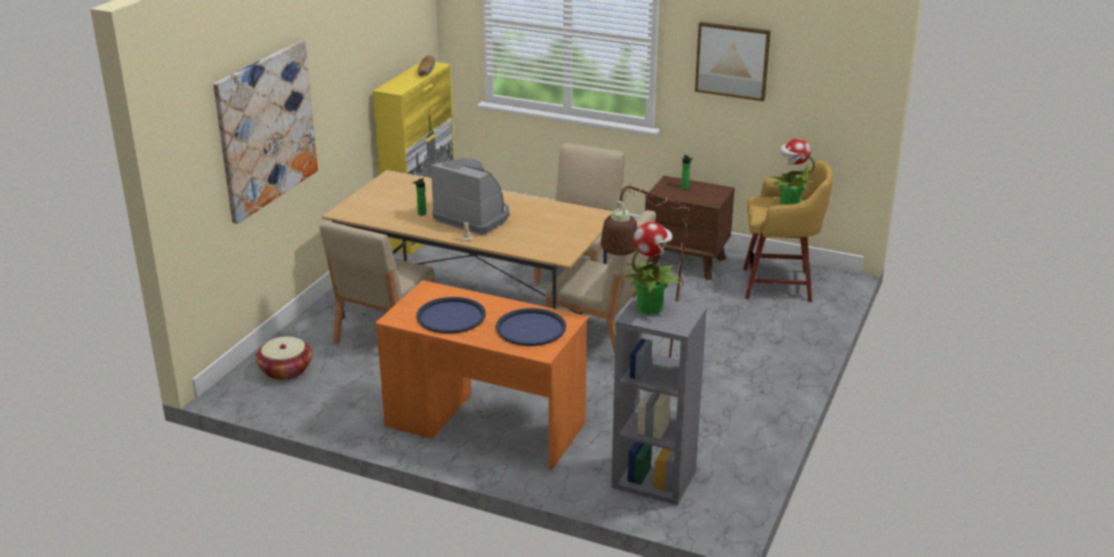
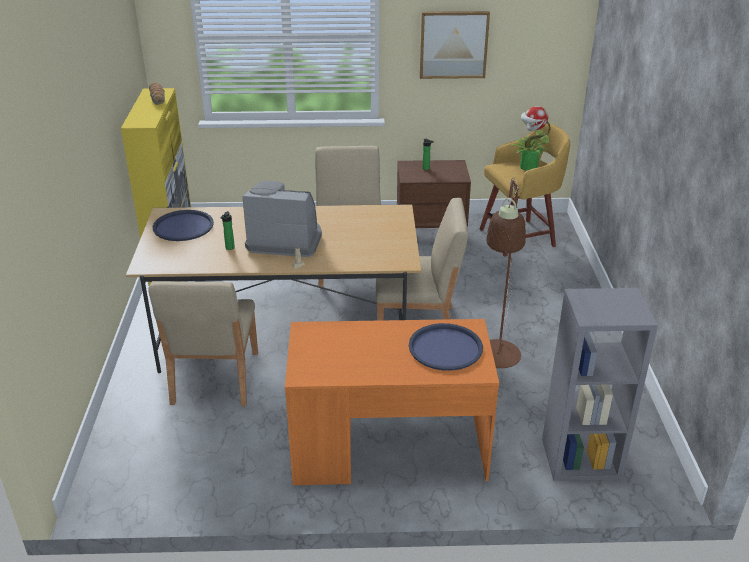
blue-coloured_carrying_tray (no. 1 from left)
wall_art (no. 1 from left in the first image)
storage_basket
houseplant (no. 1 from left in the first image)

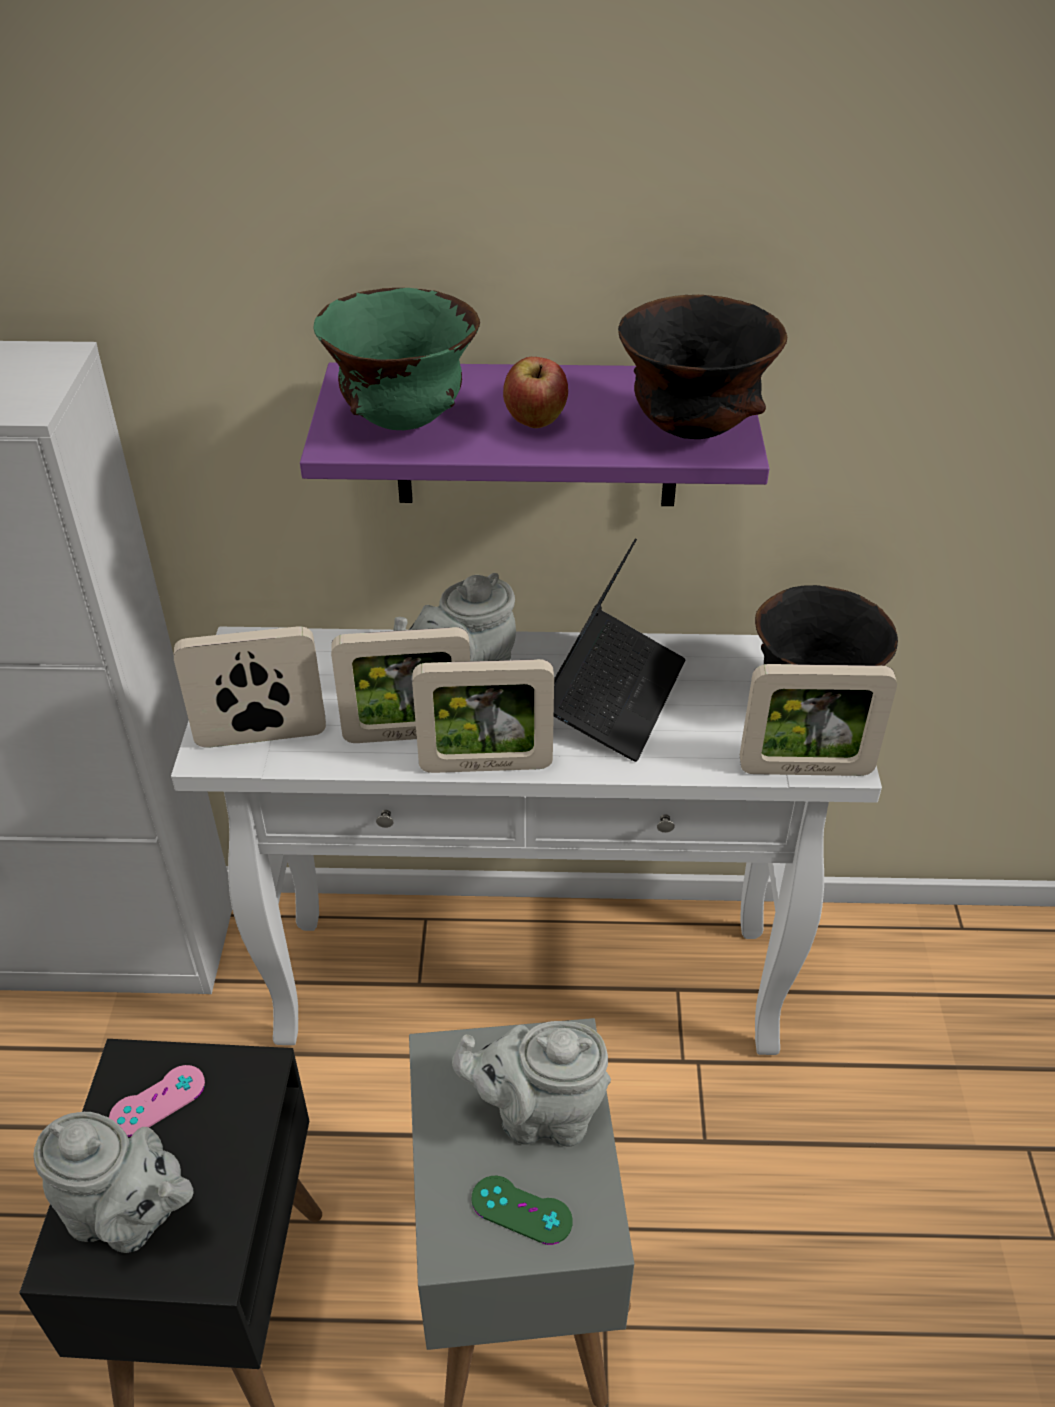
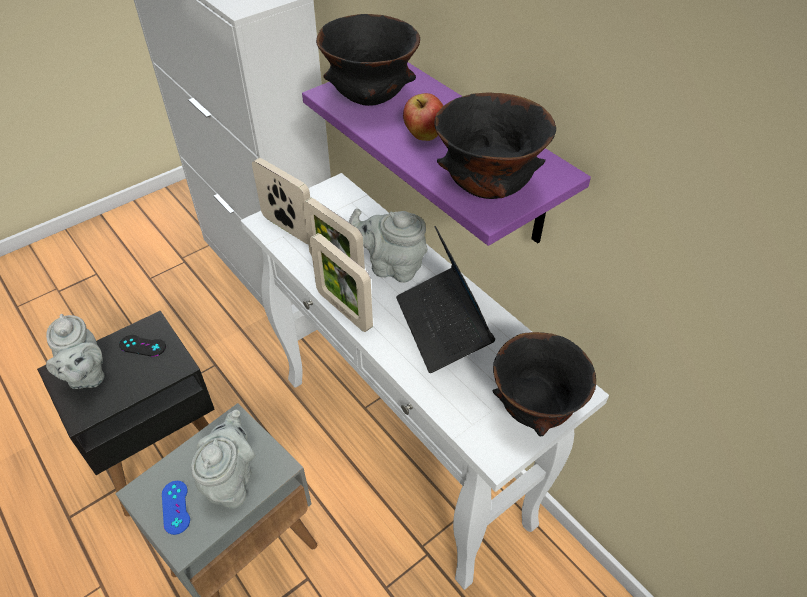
black-coloured_joypad
blue-coloured_joypad
gray_tea_pot (no. 2 from left)
black-coloured_deep_dish (no. 1 from left)
laptop
photo_frame (no. 4 from left in the first image)

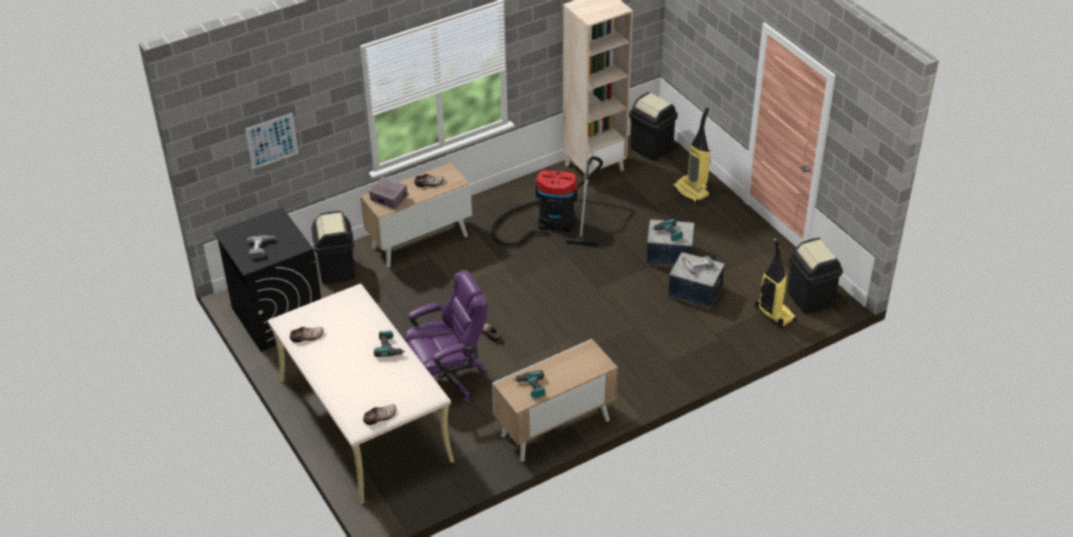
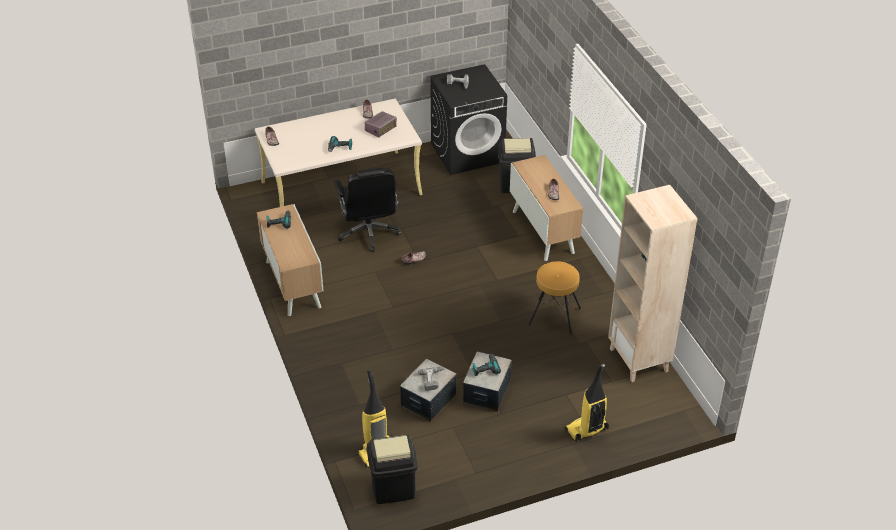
black-coloured_office_chair
radio
brownish_stool
wall_art
black-coloured_rubbish_bin (no. 2 from left in the first image)

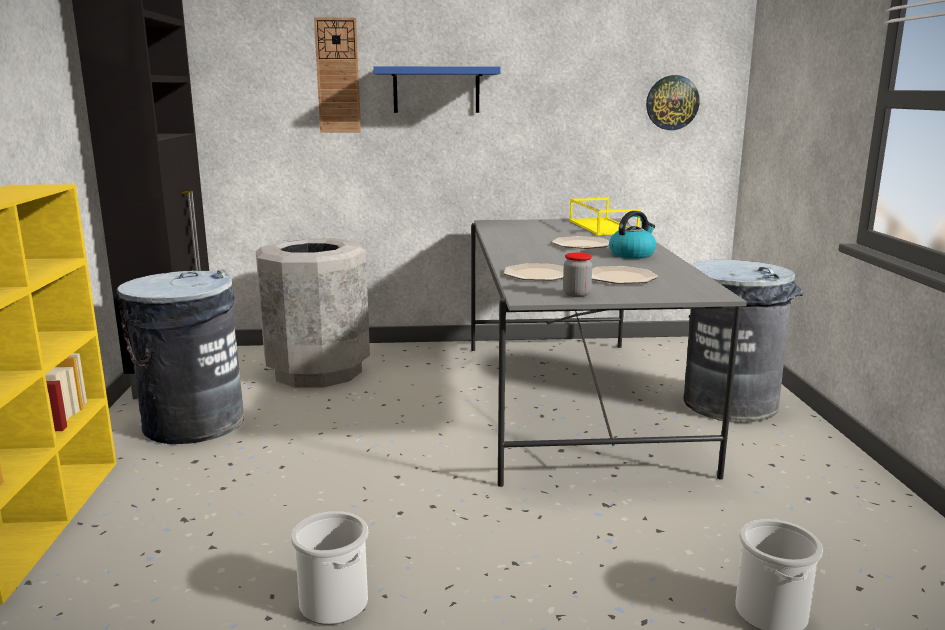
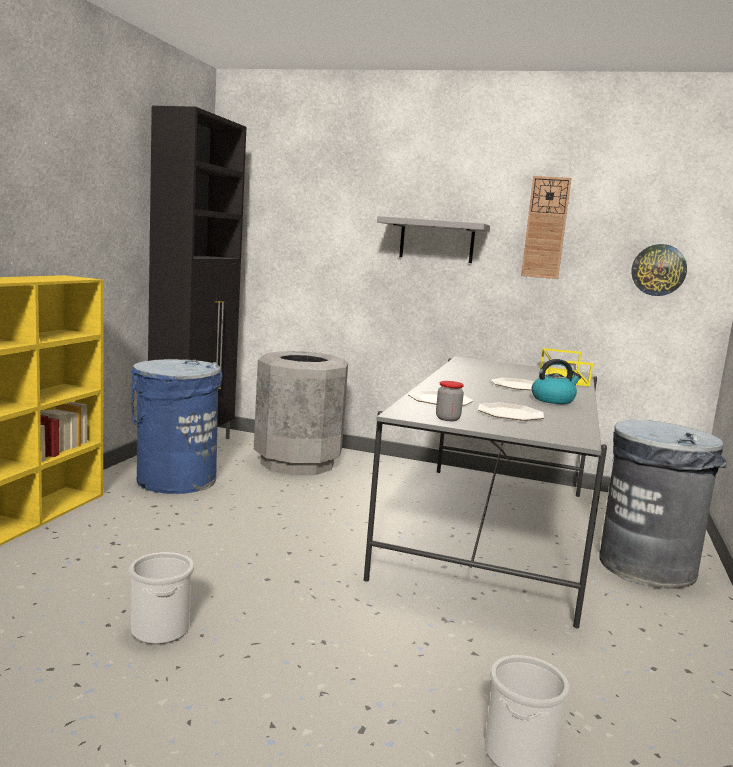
blue-coloured_rubbish_bin
gray_wall_shelf
clock_on_the_wall (no. 1 from left)

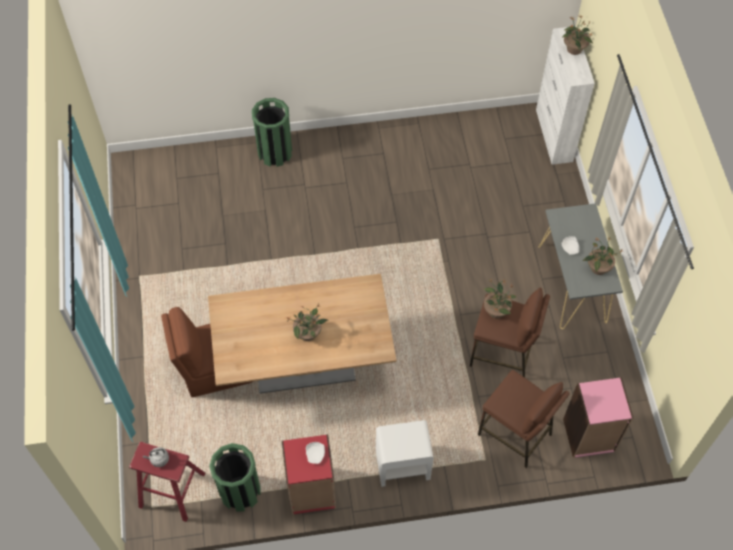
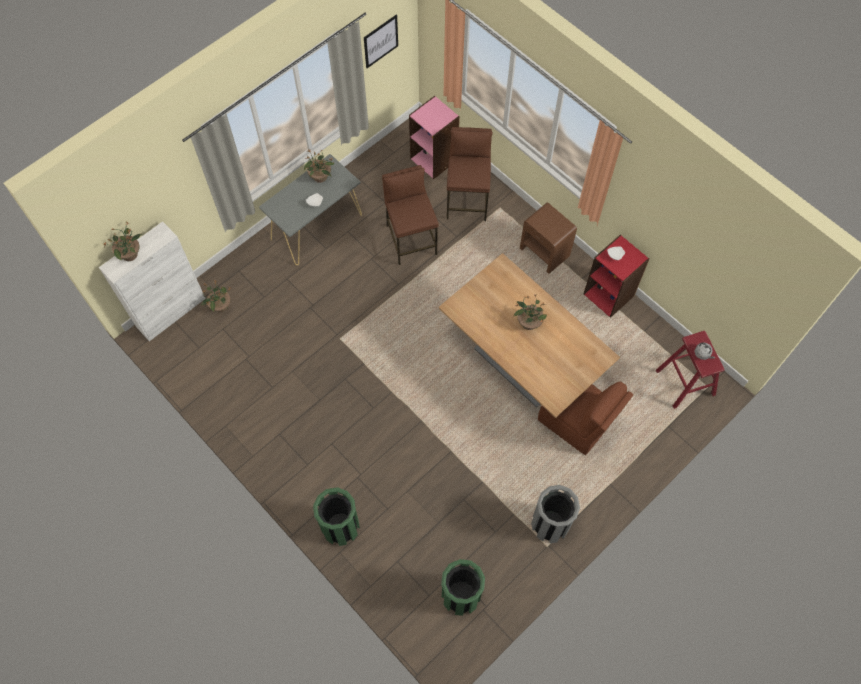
houseplant (no. 2 from left)
wall_art
green_rubbish_bin (no. 2 from left)
brownish_night_table
gray_rubbish_bin

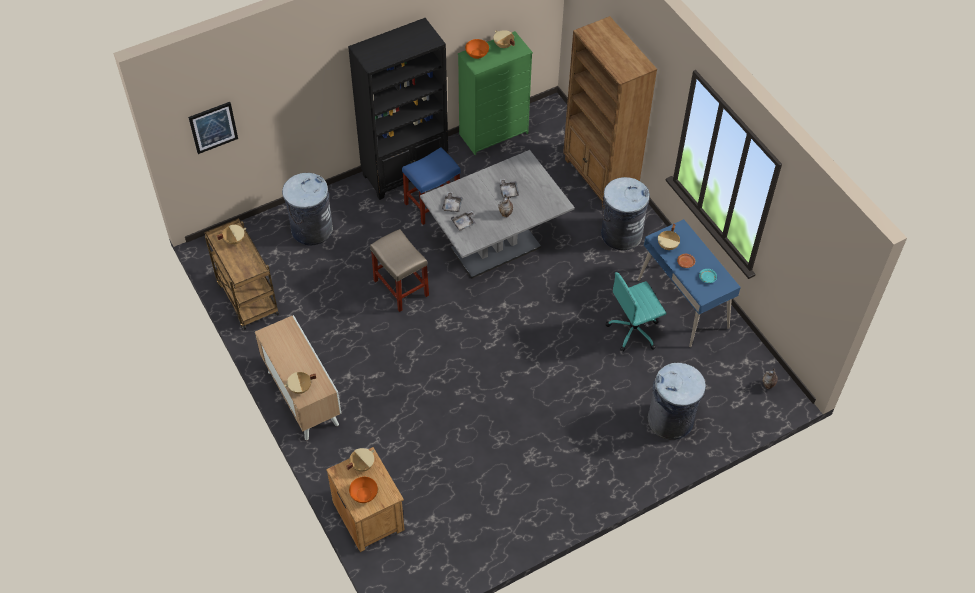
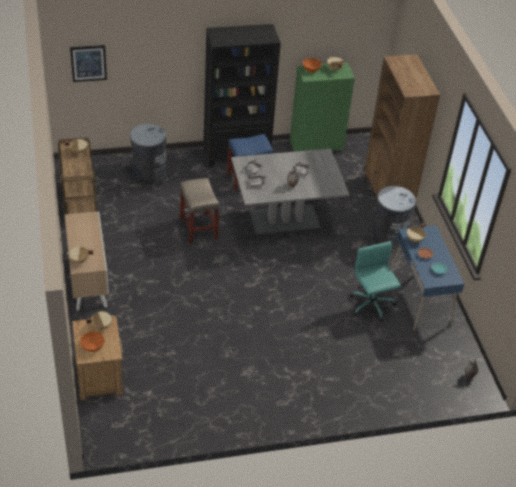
turquoise-coloured_office_chair
gray_rubbish_bin (no. 3 from left in the first image)

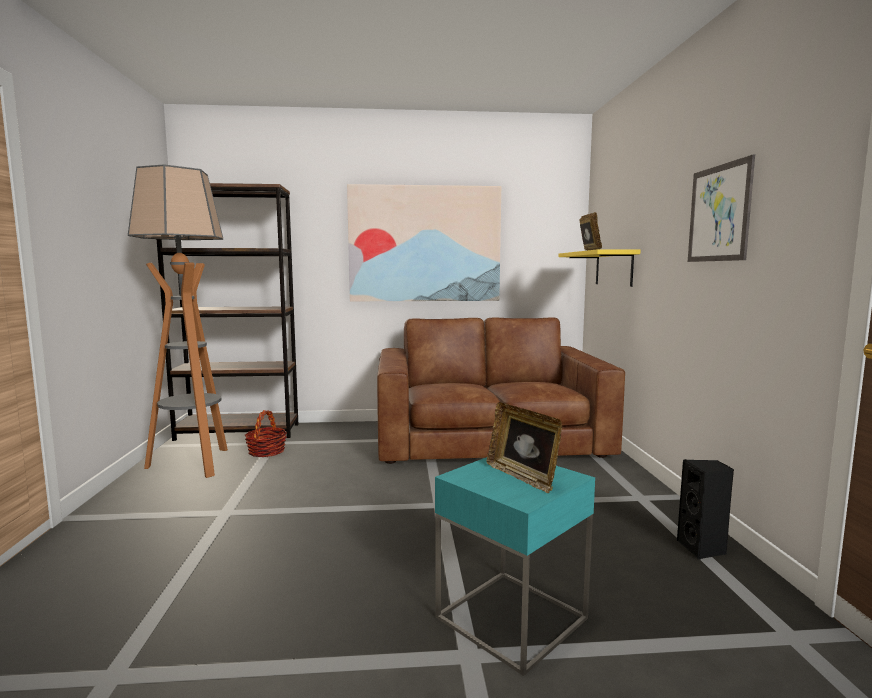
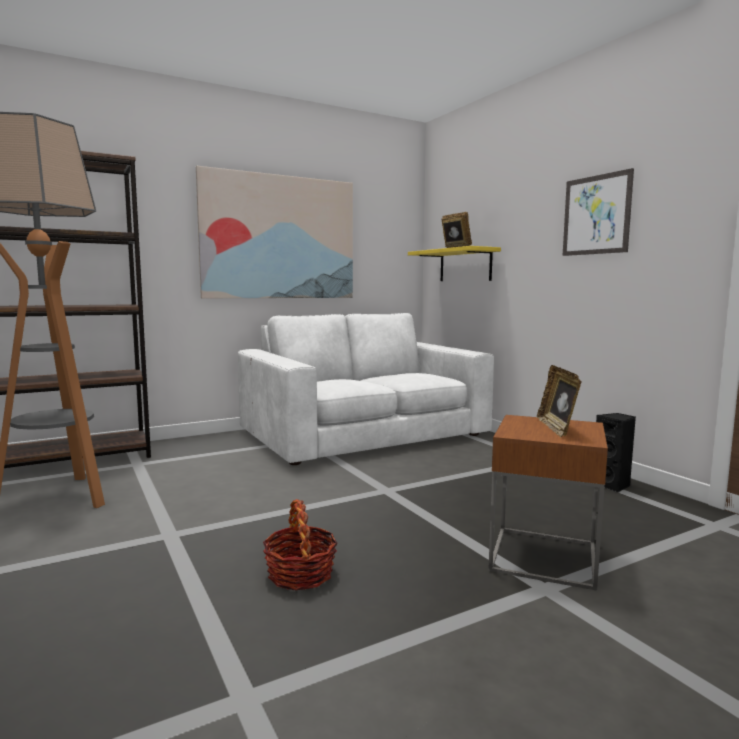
whitish_settee
storage_basket
brownish_side_table
photo_frame (no. 2 from left)

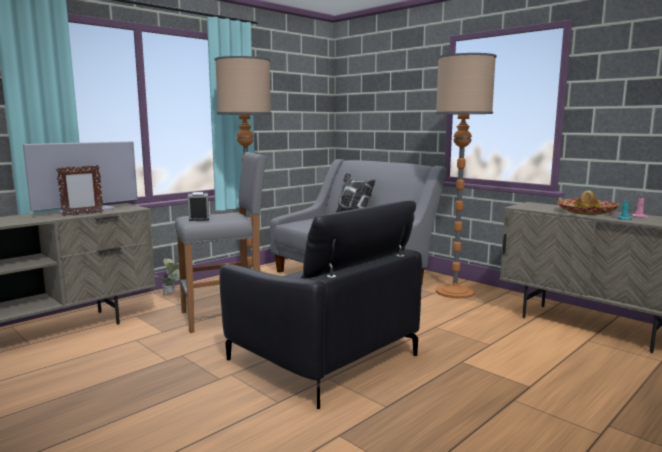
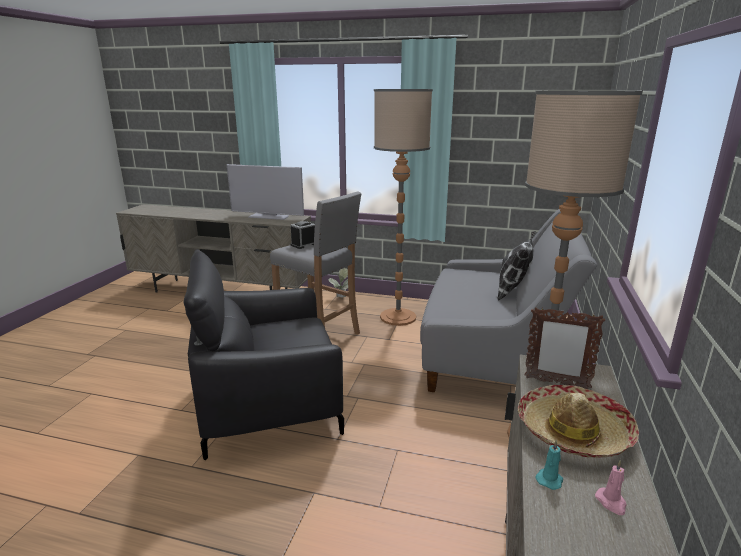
black-coloured_armchair
photo_frame

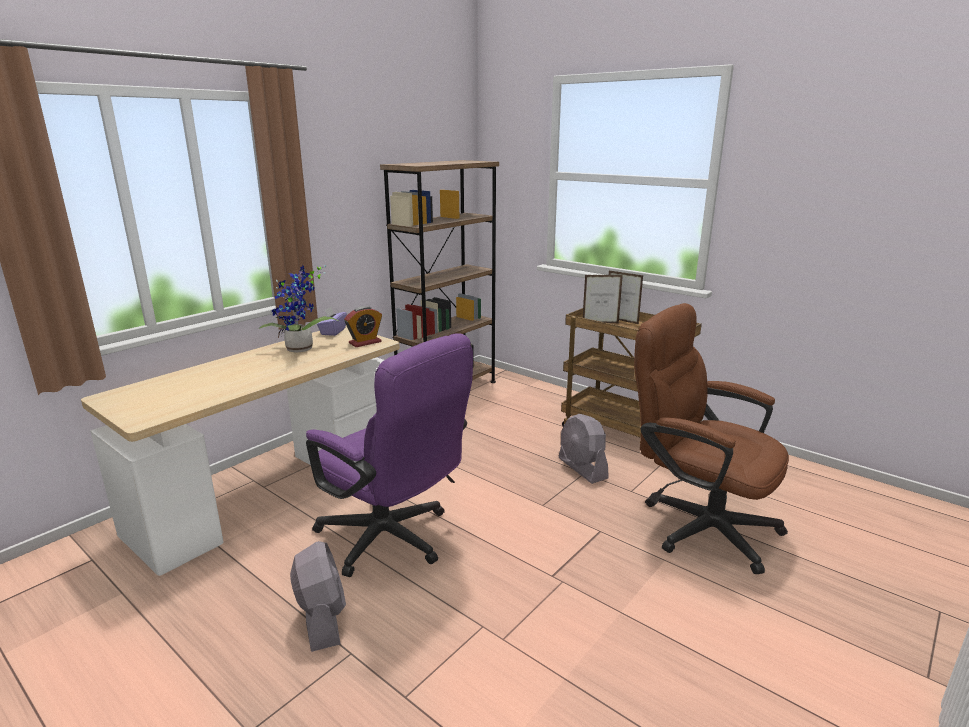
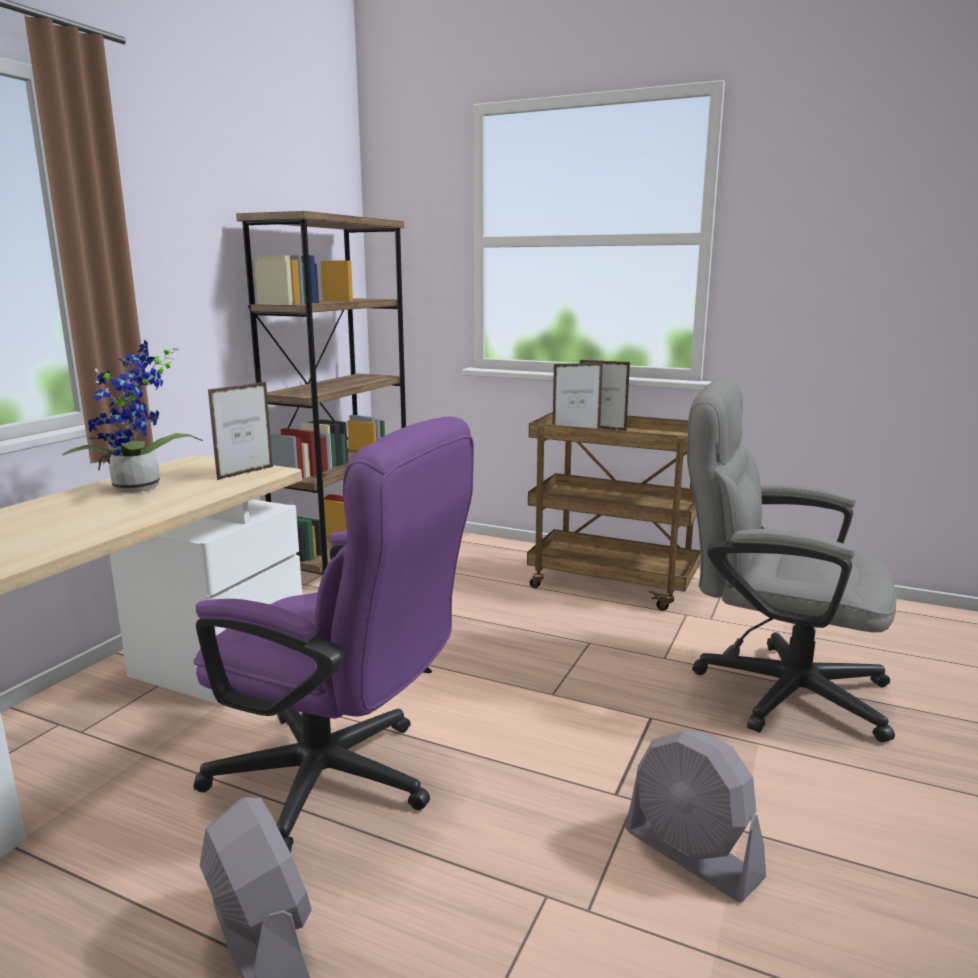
photo_frame (no. 1 from left)
gray_cooling_fan (no. 2 from left)
gray_office_chair
purple_tissue_holder

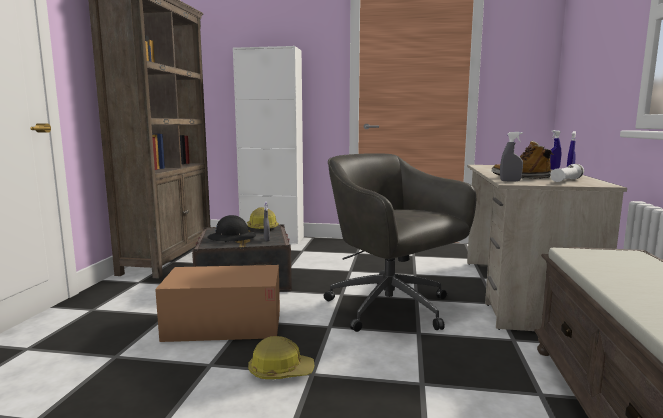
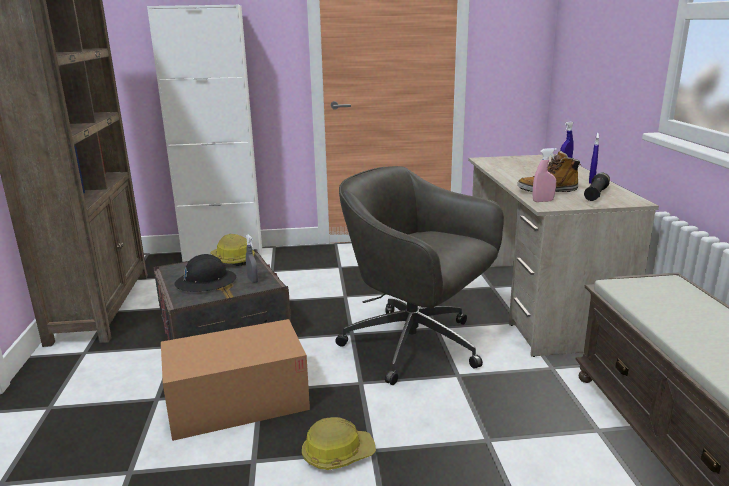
pink-coloured_spray_bottle
black-coloured_torch

